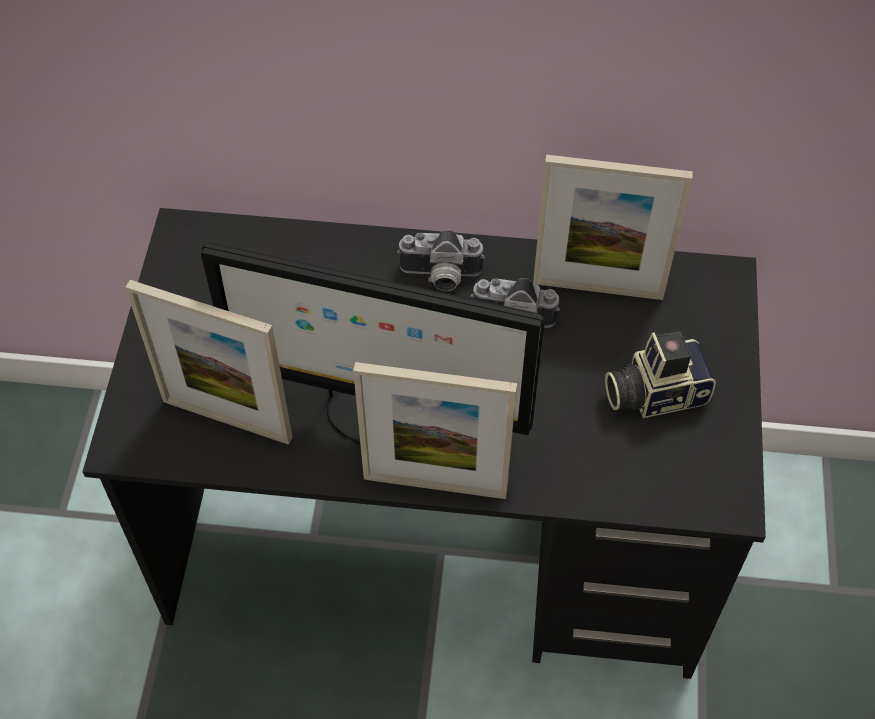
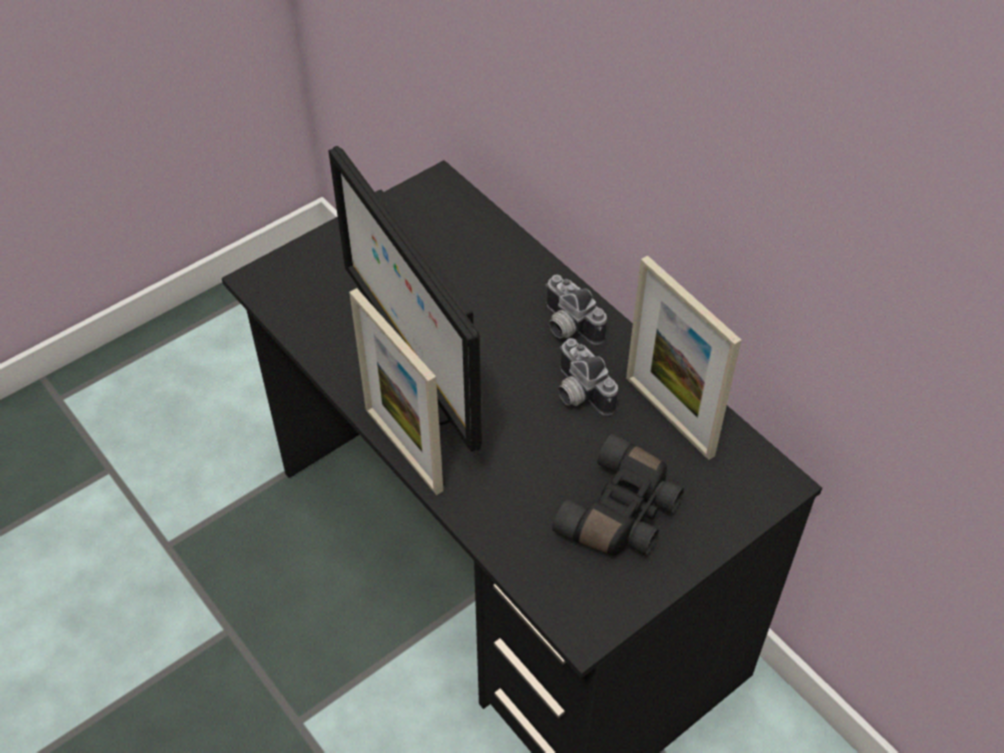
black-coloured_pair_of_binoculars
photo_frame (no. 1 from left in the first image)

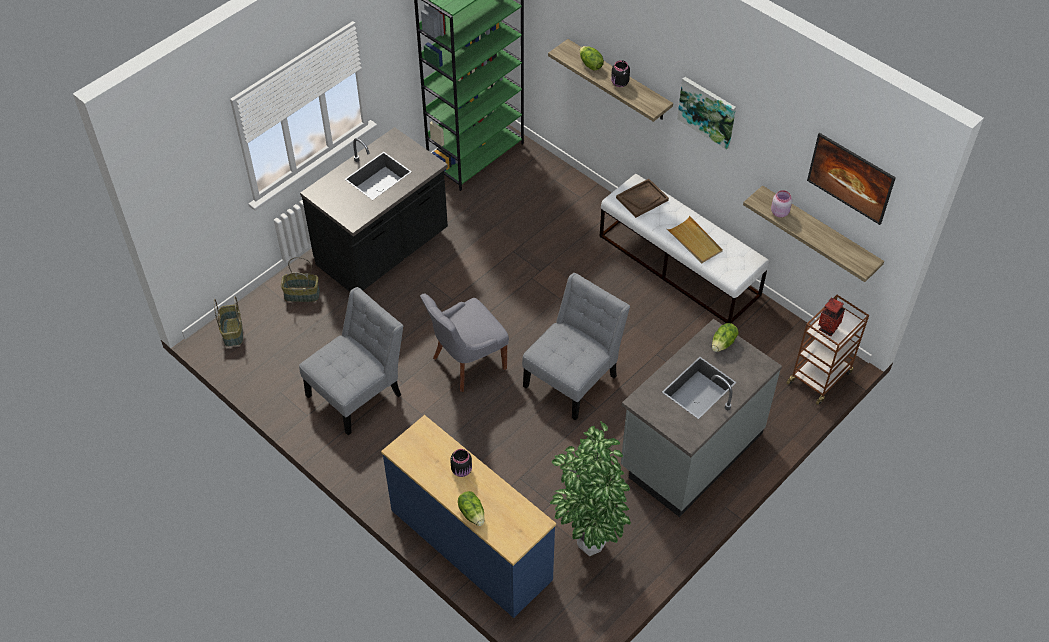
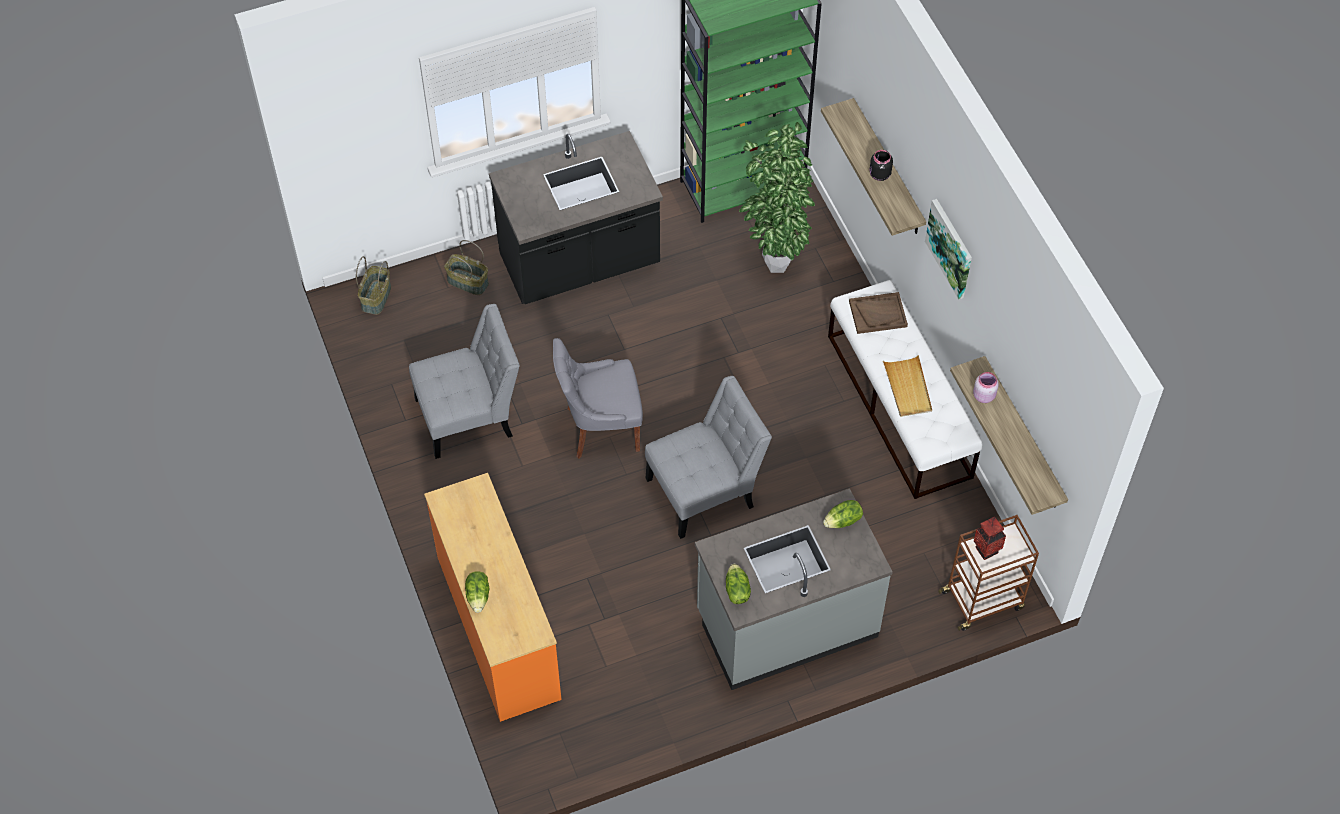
orangey_drawer_chest
head_of_lettuce (no. 2 from left)
houseplant
black-coloured_preserve_jar (no. 1 from left in the first image)
wall_art (no. 2 from left in the first image)

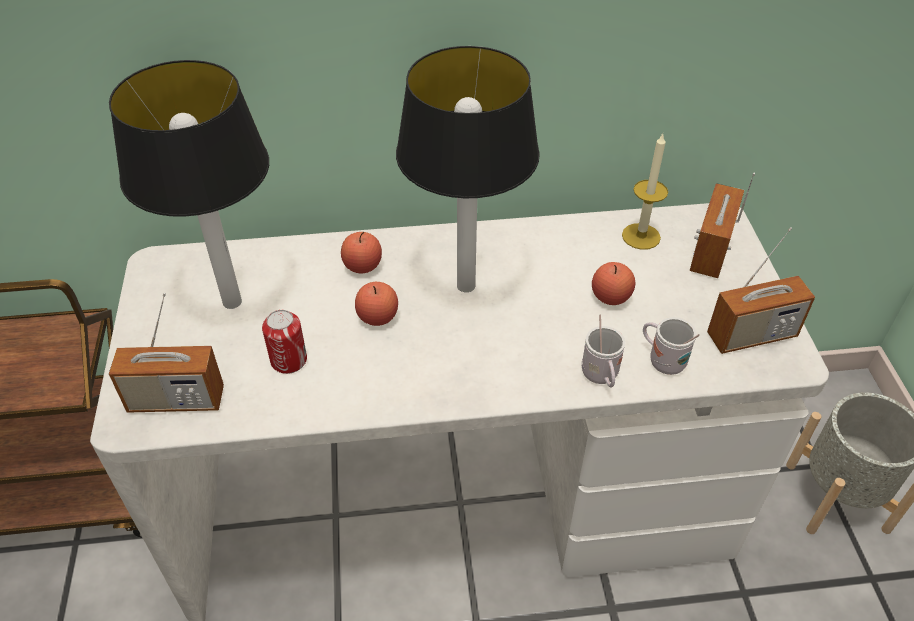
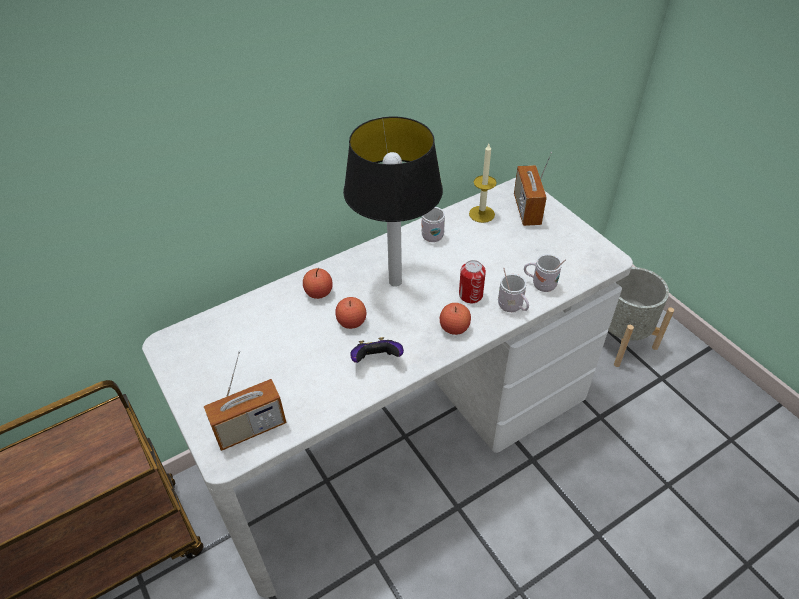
joypad
whitish_coffee_mug (no. 1 from left)
whole_apple (no. 3 from left)
sealed_can
tabletop_lamp (no. 1 from left in the first image)
radio (no. 3 from left in the first image)

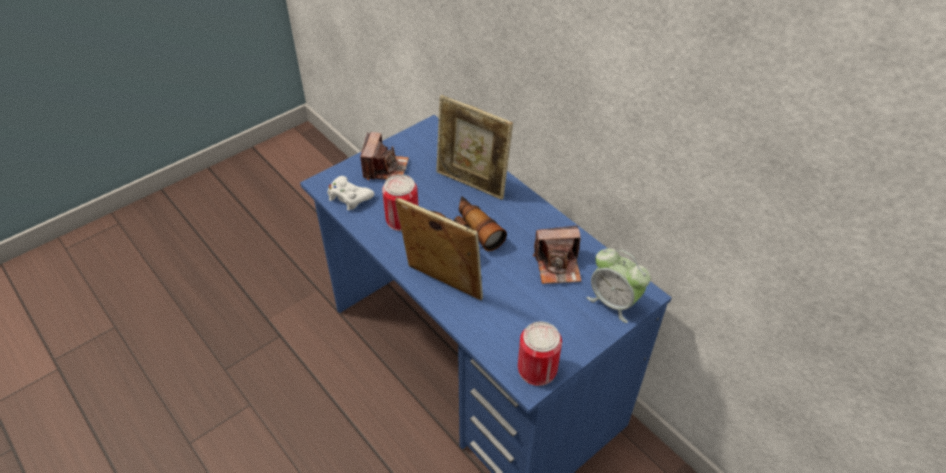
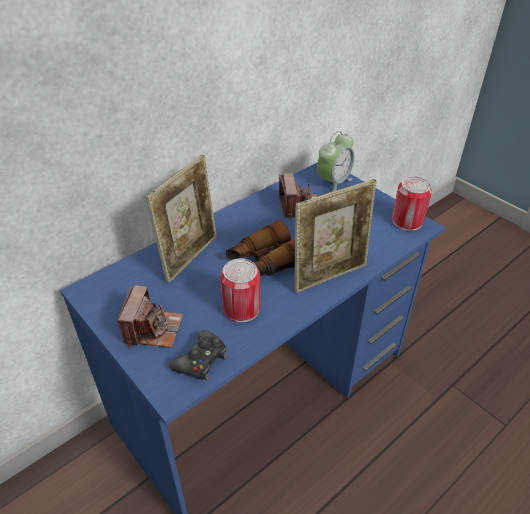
still_camera (no. 1 from left)
black-coloured_joypad
photo_frame (no. 2 from left)

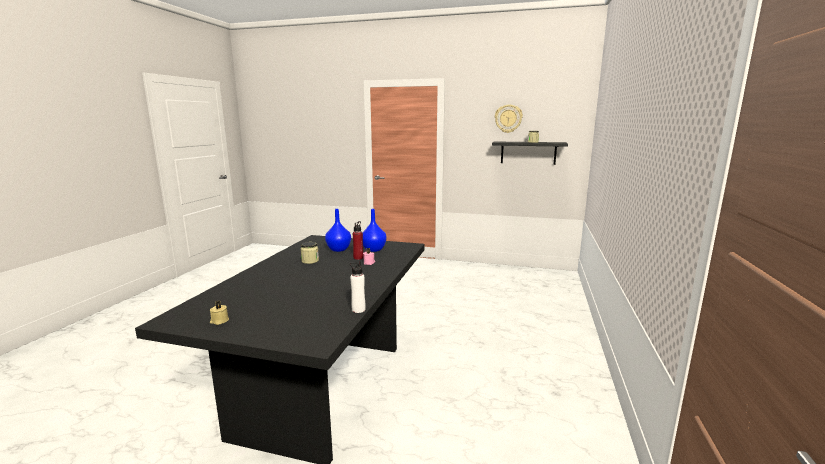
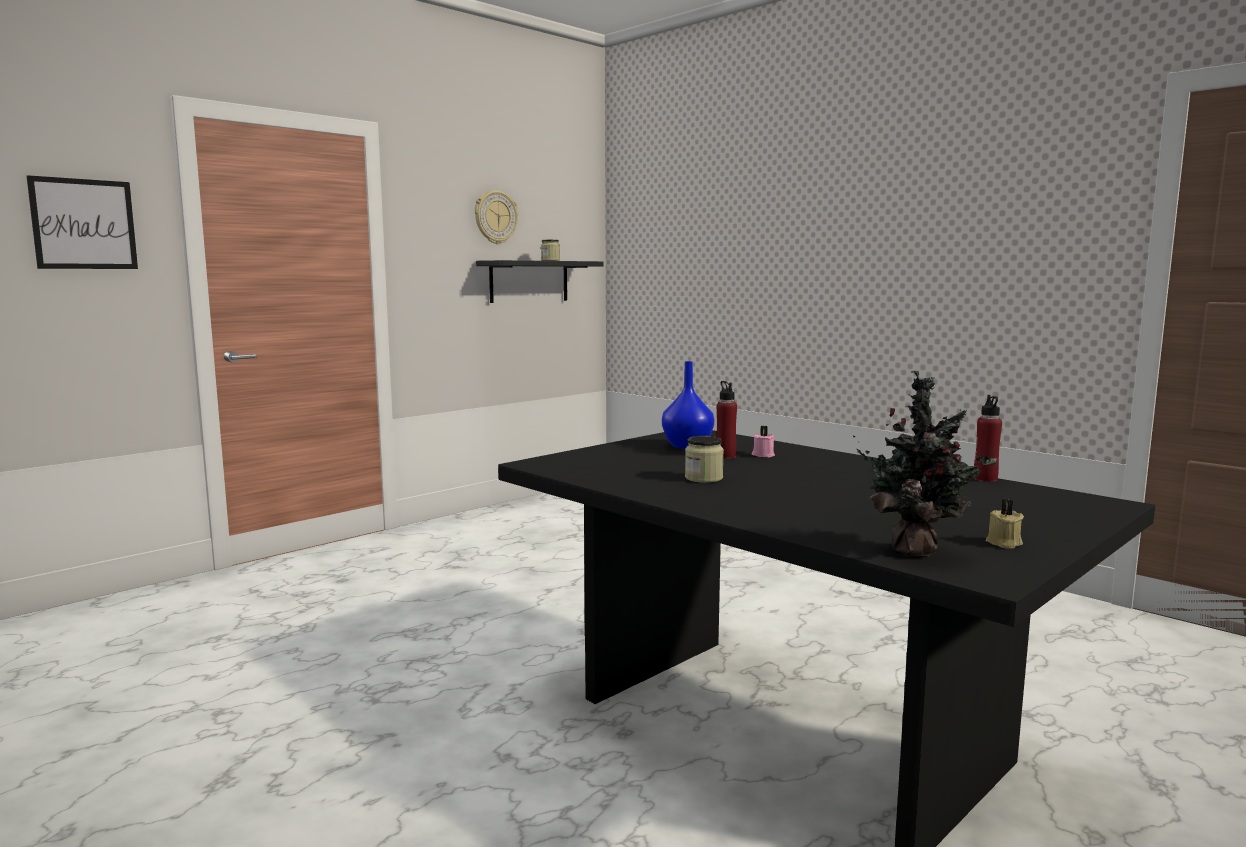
wall_art
houseplant
red-coloured_drink_bottle (no. 2 from left)
blue-coloured_decorative_vase (no. 1 from left in the first image)

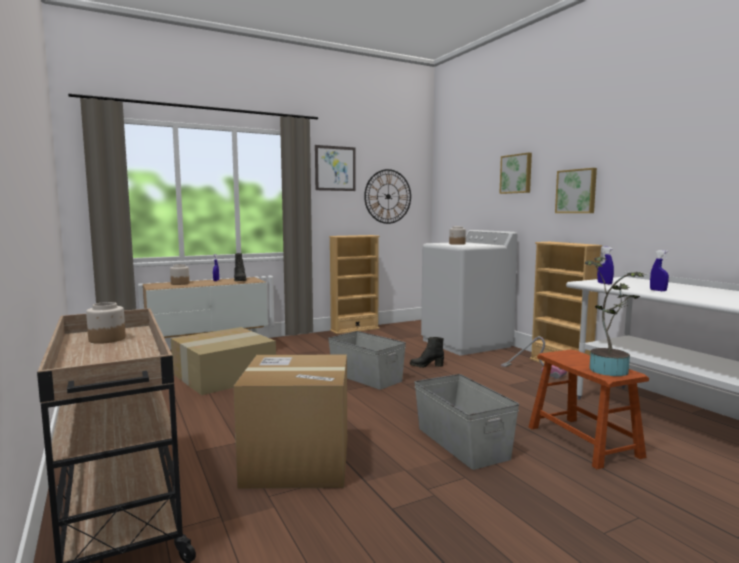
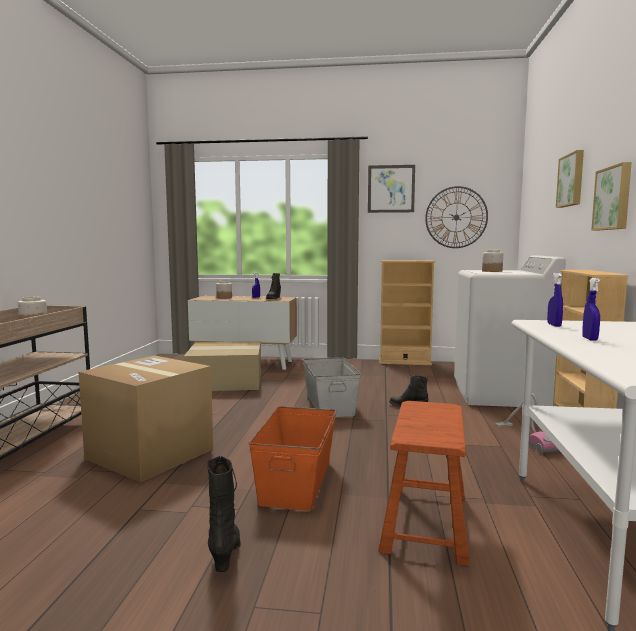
black-coloured_boot (no. 1 from left)
orangey_storage_container
houseplant

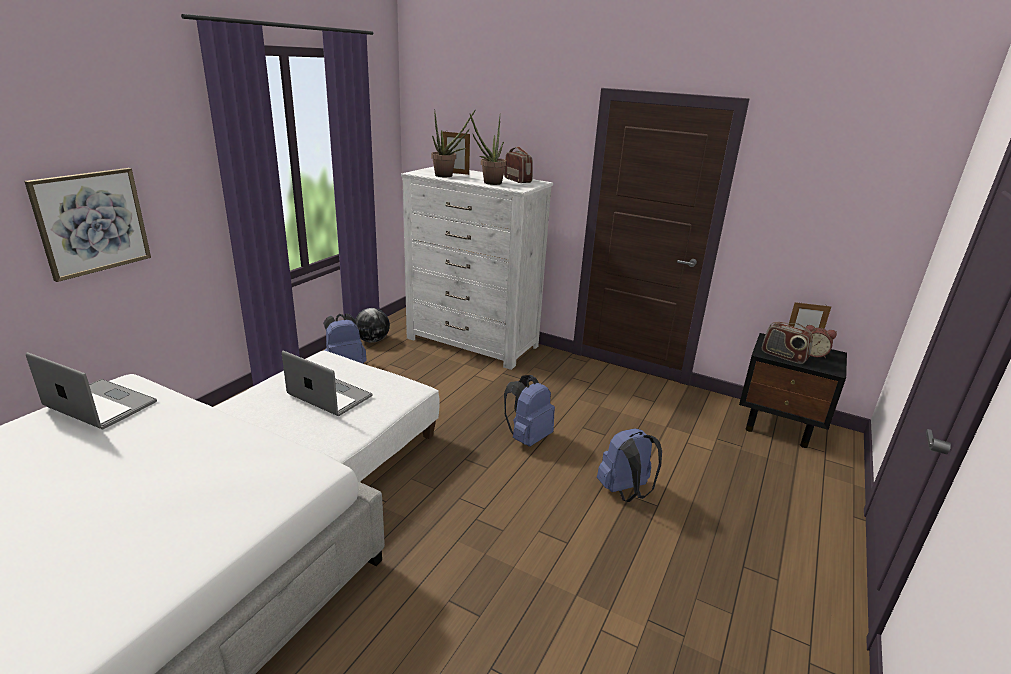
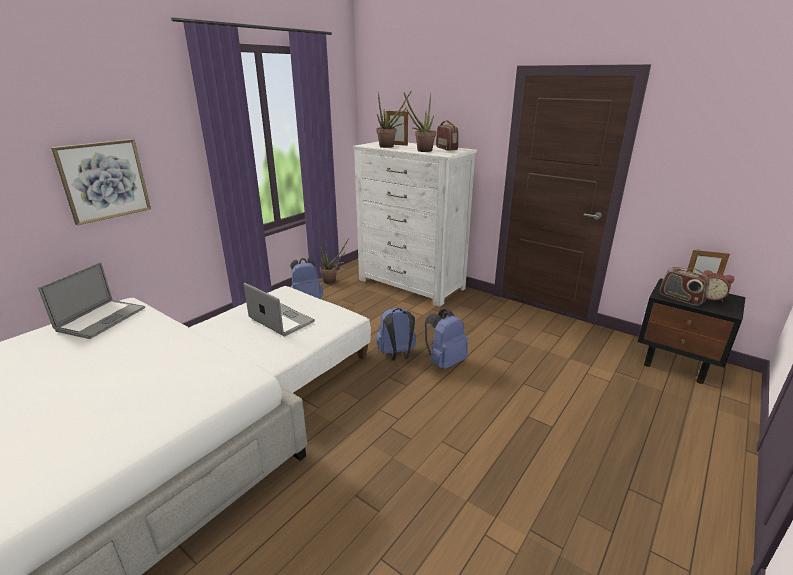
laptop (no. 1 from left)
houseplant (no. 1 from left)
blue-coloured_backpack (no. 2 from left)

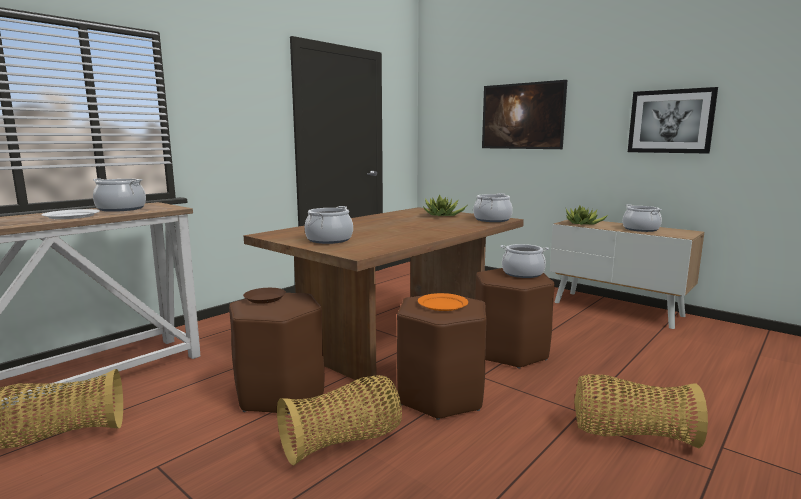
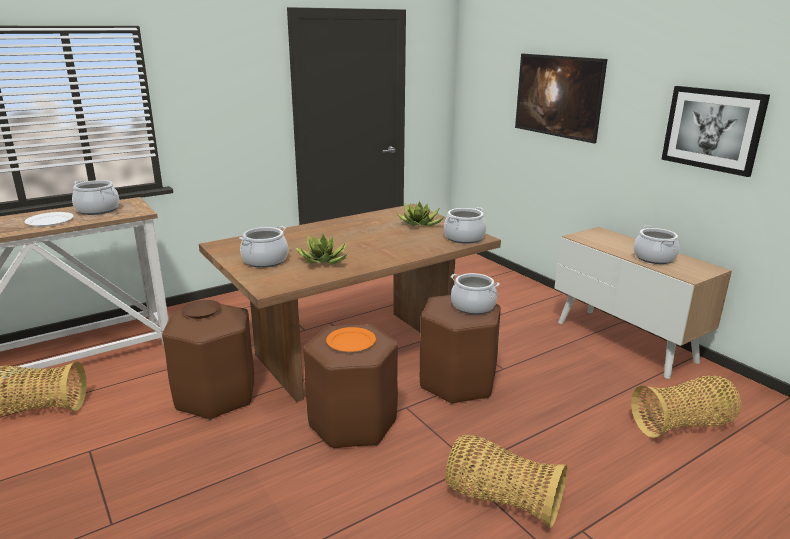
houseplant (no. 1 from left)
storage_basket (no. 3 from left)

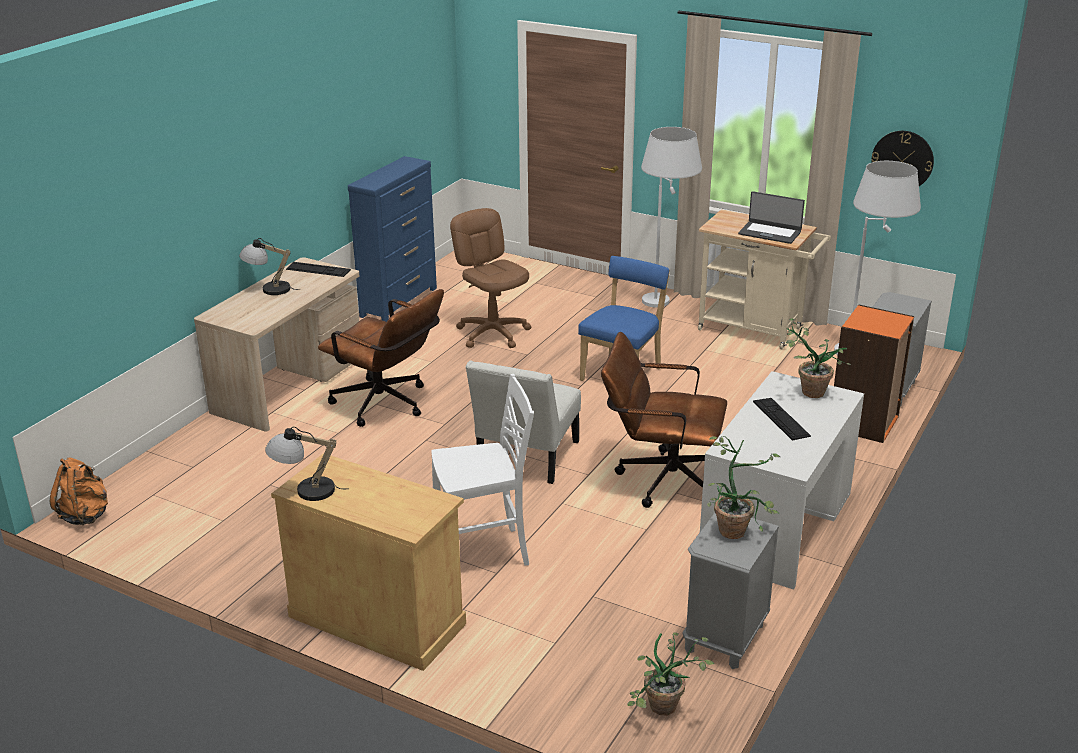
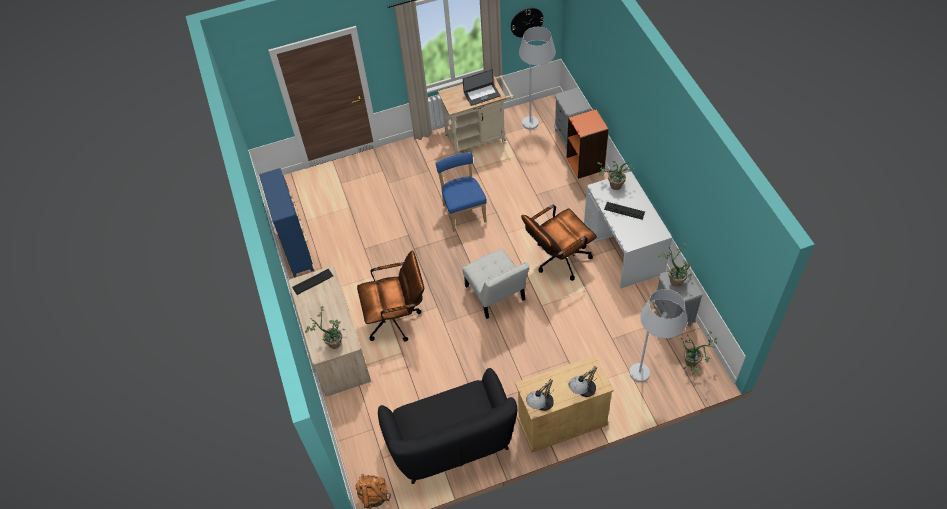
houseplant (no. 1 from left)
black-coloured_settee
tabletop_lamp (no. 2 from left)
whitish_standing_lamp (no. 2 from left)
whitish_upright_chair (no. 1 from left in the first image)
brownish_office_chair (no. 2 from left in the first image)

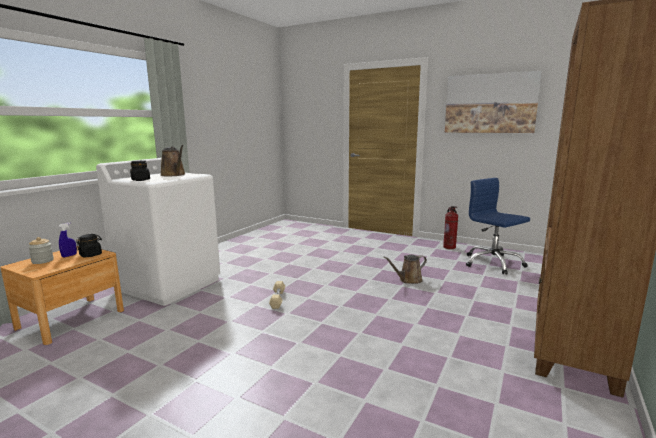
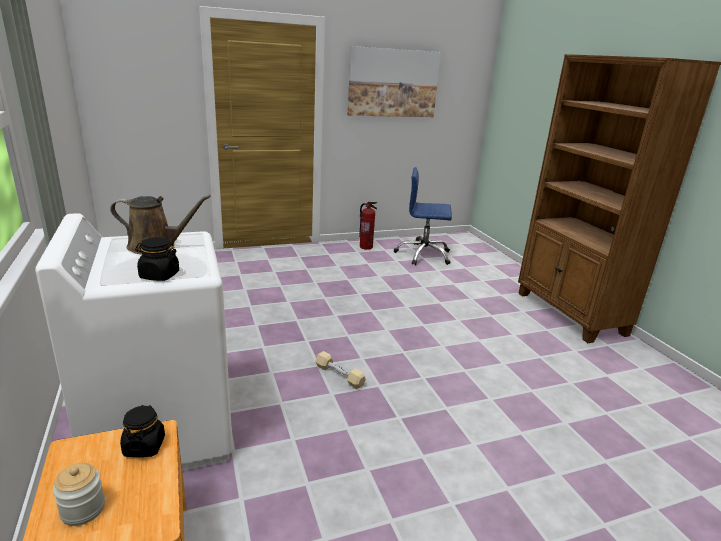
blue-coloured_spray_bottle
brownish_sprinkling_can (no. 2 from left in the first image)

